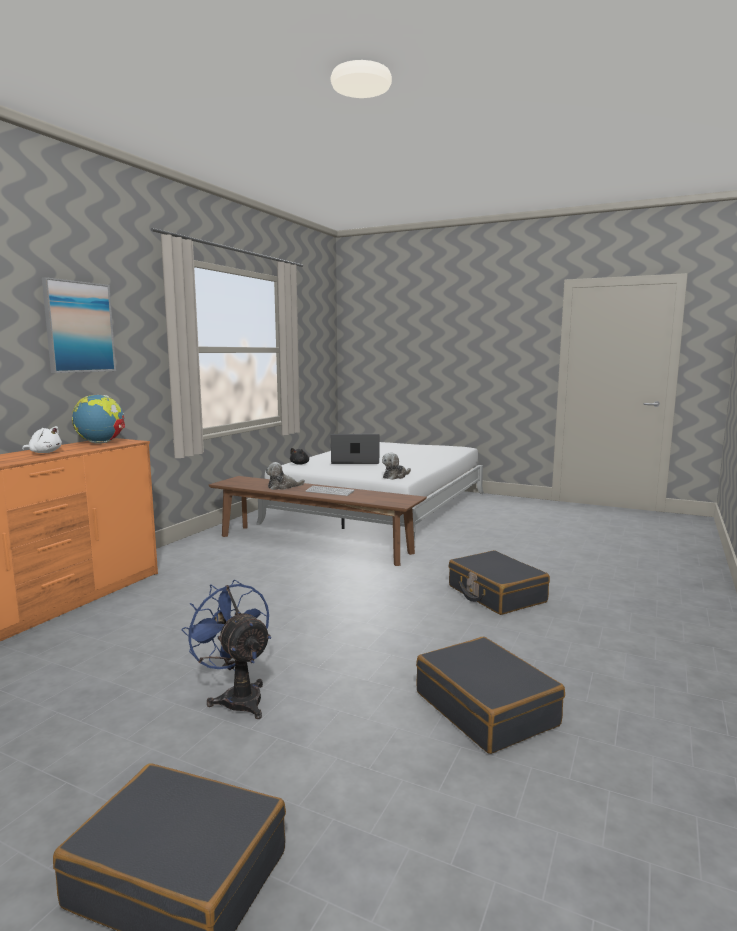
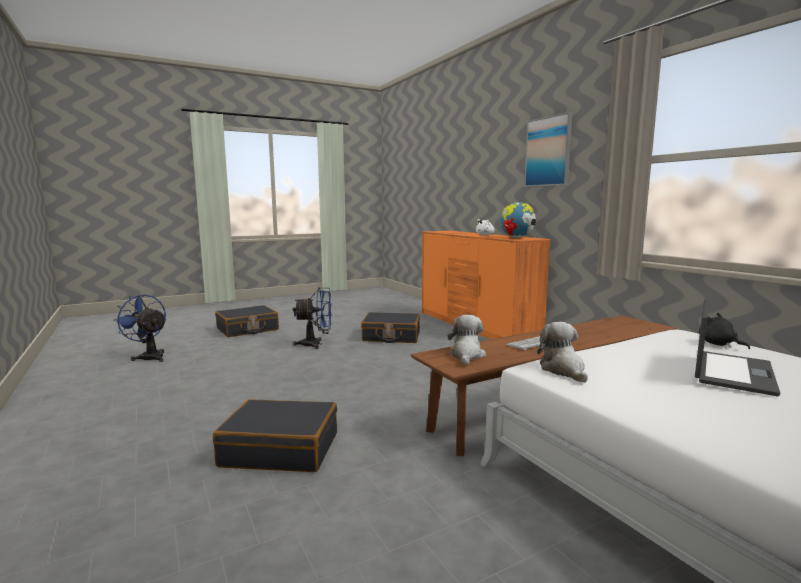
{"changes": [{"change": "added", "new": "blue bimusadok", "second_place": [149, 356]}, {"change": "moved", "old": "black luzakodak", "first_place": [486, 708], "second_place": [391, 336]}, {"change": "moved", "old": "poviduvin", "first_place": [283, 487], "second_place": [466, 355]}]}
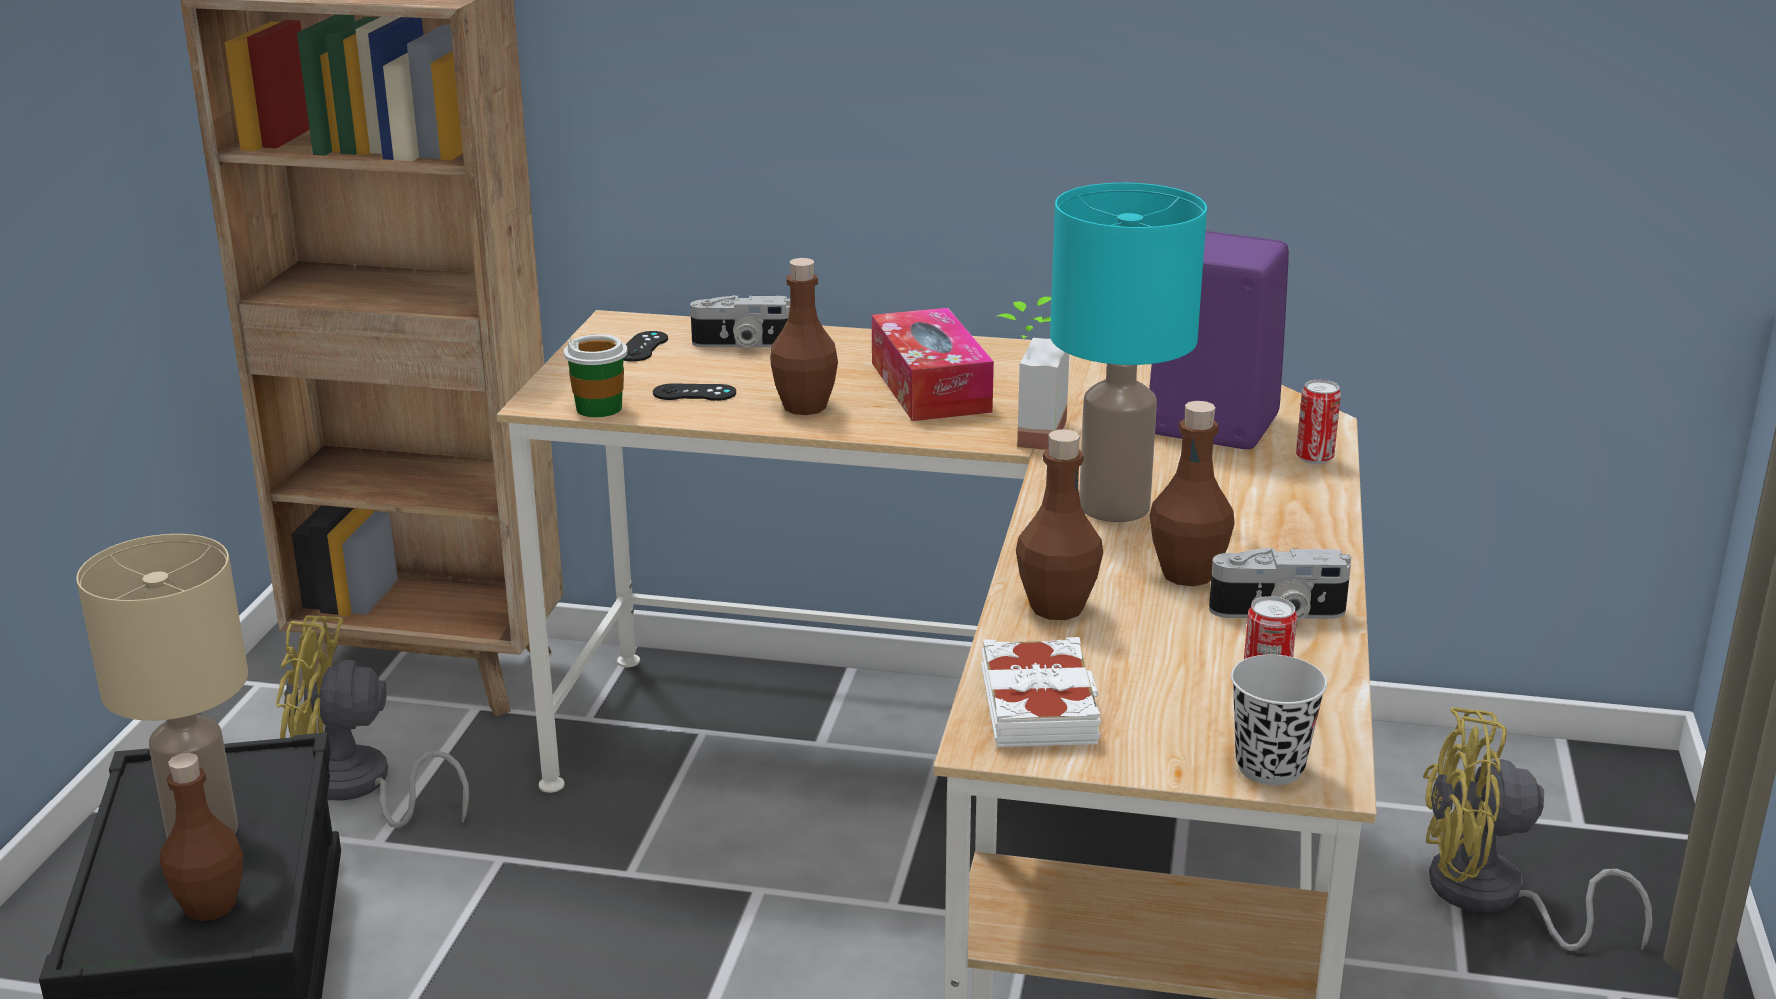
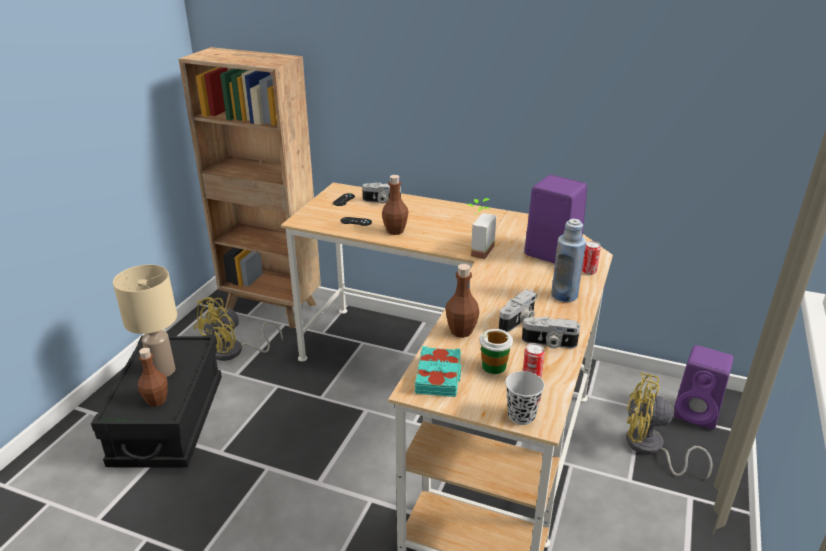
{"changes": [{"change": "turned", "old": "yellow bimusadok", "first_place": [357, 788], "second_place": [234, 352], "degrees": -60}, {"change": "recoloured", "old": "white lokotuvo", "new": "turquoise lokotuvo", "first_place": [1040, 706], "second_place": [439, 376]}, {"change": "moved", "old": "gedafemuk", "first_place": [599, 408], "second_place": [494, 366]}, {"change": "replaced", "old": "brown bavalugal", "new": "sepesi", "first_place": [1187, 574], "second_place": [518, 321]}, {"change": "added", "new": "blue bavalugal", "second_place": [564, 295]}, {"change": "added", "new": "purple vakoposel", "second_place": [697, 413]}, {"change": "removed", "old": "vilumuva", "first_place": [930, 387]}, {"change": "removed", "old": "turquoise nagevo", "first_place": [1114, 508]}]}
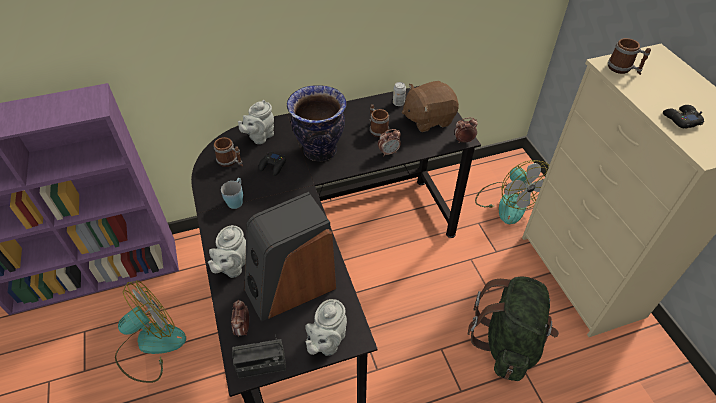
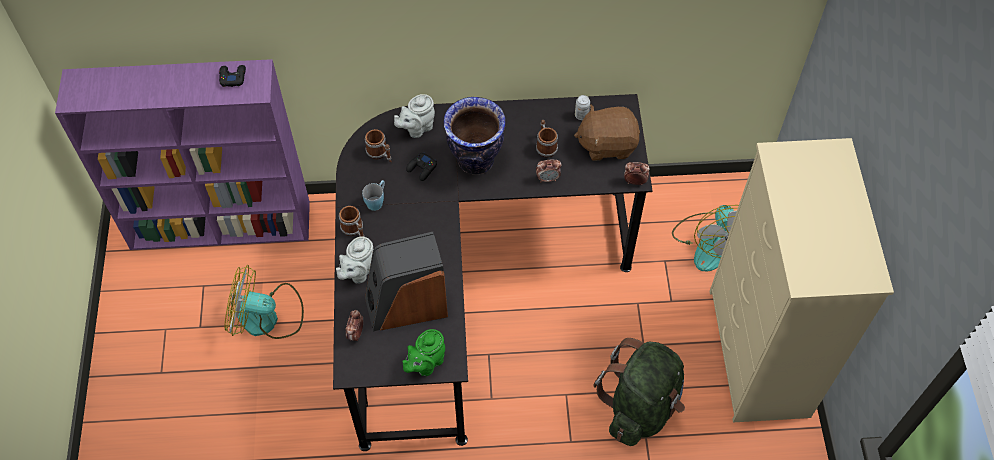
{"changes": [{"change": "moved", "old": "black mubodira", "first_place": [681, 119], "second_place": [232, 77]}, {"change": "turned", "old": "bimusadok", "first_place": [150, 345], "second_place": [267, 317], "degrees": -150}, {"change": "moved", "old": "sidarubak", "first_place": [623, 69], "second_place": [354, 230]}, {"change": "recoloured", "old": "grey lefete", "new": "green lefete", "first_place": [327, 341], "second_place": [426, 363]}, {"change": "removed", "old": "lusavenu", "first_place": [262, 366]}]}
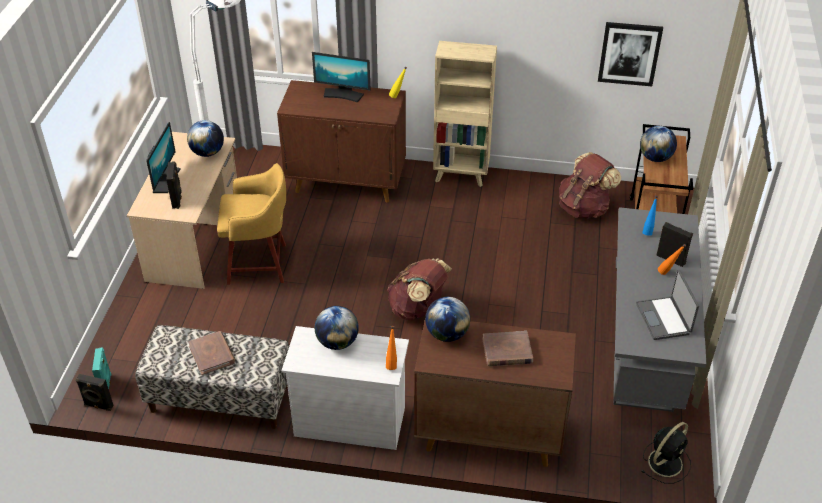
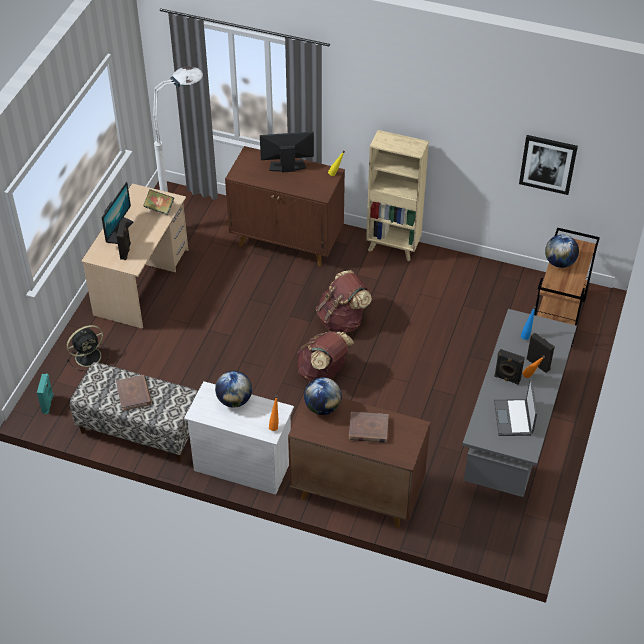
{"changes": [{"change": "moved", "old": "black bimusadok", "first_place": [666, 462], "second_place": [89, 356]}, {"change": "replaced", "old": "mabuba", "new": "lokotuvo", "first_place": [207, 153], "second_place": [159, 208]}, {"change": "turned", "old": "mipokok", "first_place": [343, 94], "second_place": [287, 167], "degrees": 150}, {"change": "moved", "old": "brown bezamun", "first_place": [584, 208], "second_place": [342, 320]}, {"change": "moved", "old": "black vakoposel", "first_place": [98, 406], "second_place": [507, 379]}, {"change": "removed", "old": "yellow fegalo", "first_place": [259, 264]}]}
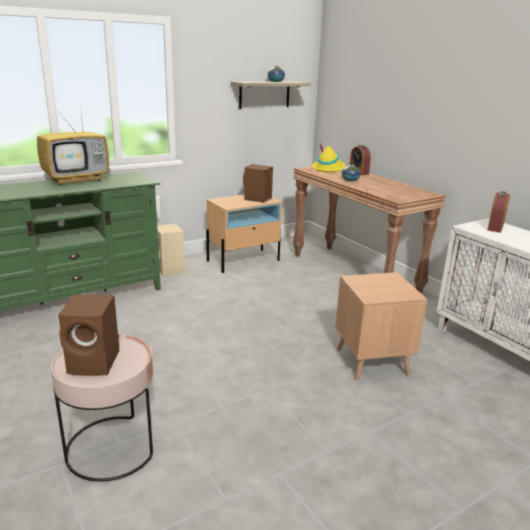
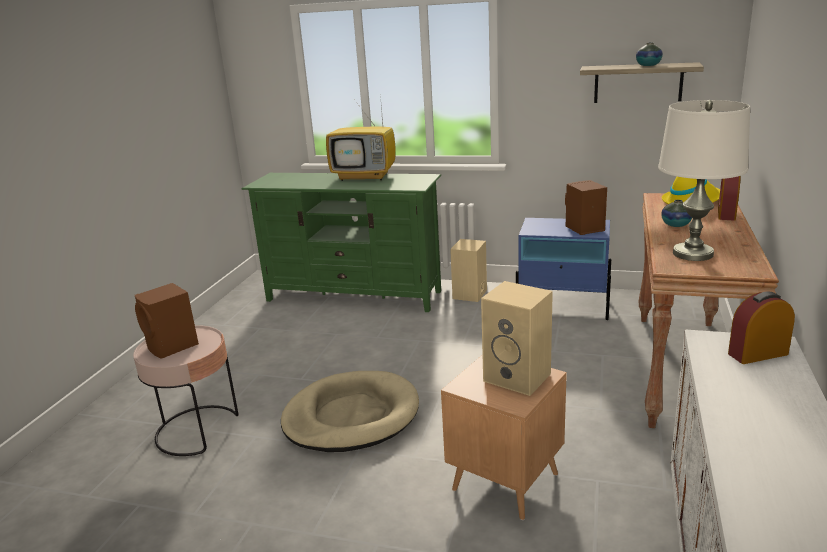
{"changes": [{"change": "added", "new": "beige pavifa", "second_place": [351, 416]}, {"change": "added", "new": "beige vakoposel", "second_place": [519, 377]}, {"change": "recoloured", "old": "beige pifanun", "new": "blue pifanun", "first_place": [243, 260], "second_place": [563, 307]}, {"change": "added", "new": "white nagevo", "second_place": [692, 254]}]}
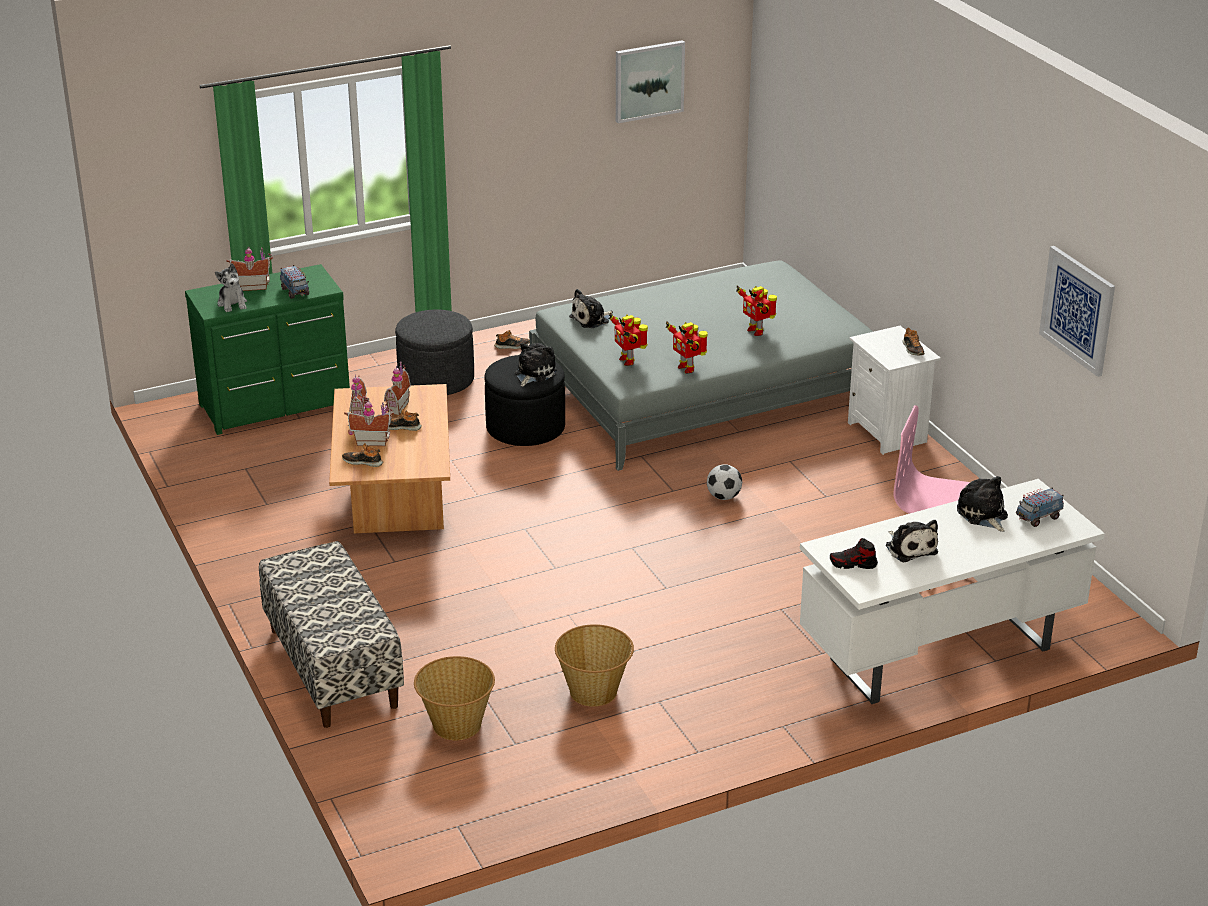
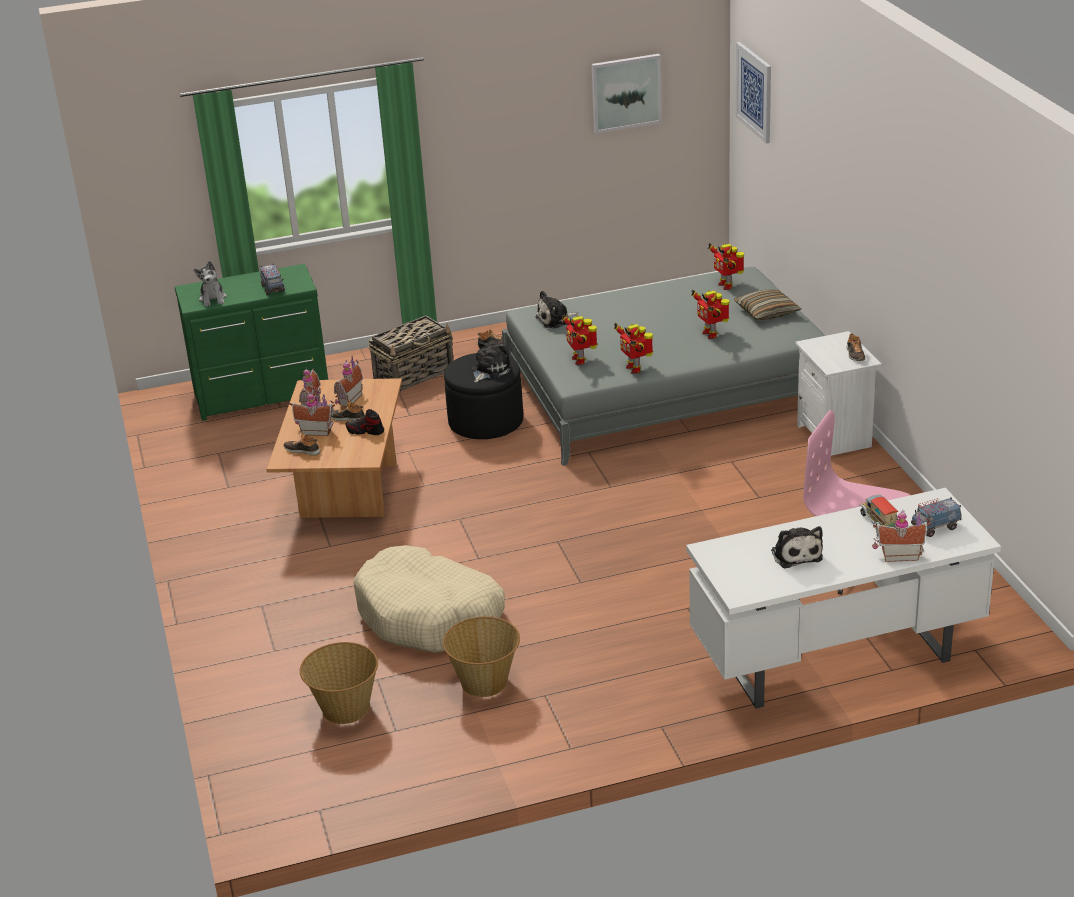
{"changes": [{"change": "moved", "old": "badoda", "first_place": [853, 564], "second_place": [365, 431]}, {"change": "added", "new": "beige pavifa", "second_place": [430, 616]}, {"change": "replaced", "old": "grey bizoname", "new": "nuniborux", "first_place": [436, 380], "second_place": [415, 374]}, {"change": "added", "new": "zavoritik", "second_place": [726, 285]}, {"change": "added", "new": "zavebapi", "second_place": [766, 312]}, {"change": "moved", "old": "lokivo", "first_place": [1077, 310], "second_place": [754, 92]}, {"change": "replaced", "old": "poviduvin", "new": "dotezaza", "first_place": [983, 515], "second_place": [879, 522]}, {"change": "moved", "old": "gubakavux", "first_place": [252, 286], "second_place": [899, 555]}, {"change": "removed", "old": "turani", "first_place": [332, 667]}, {"change": "removed", "old": "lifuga", "first_place": [723, 497]}]}
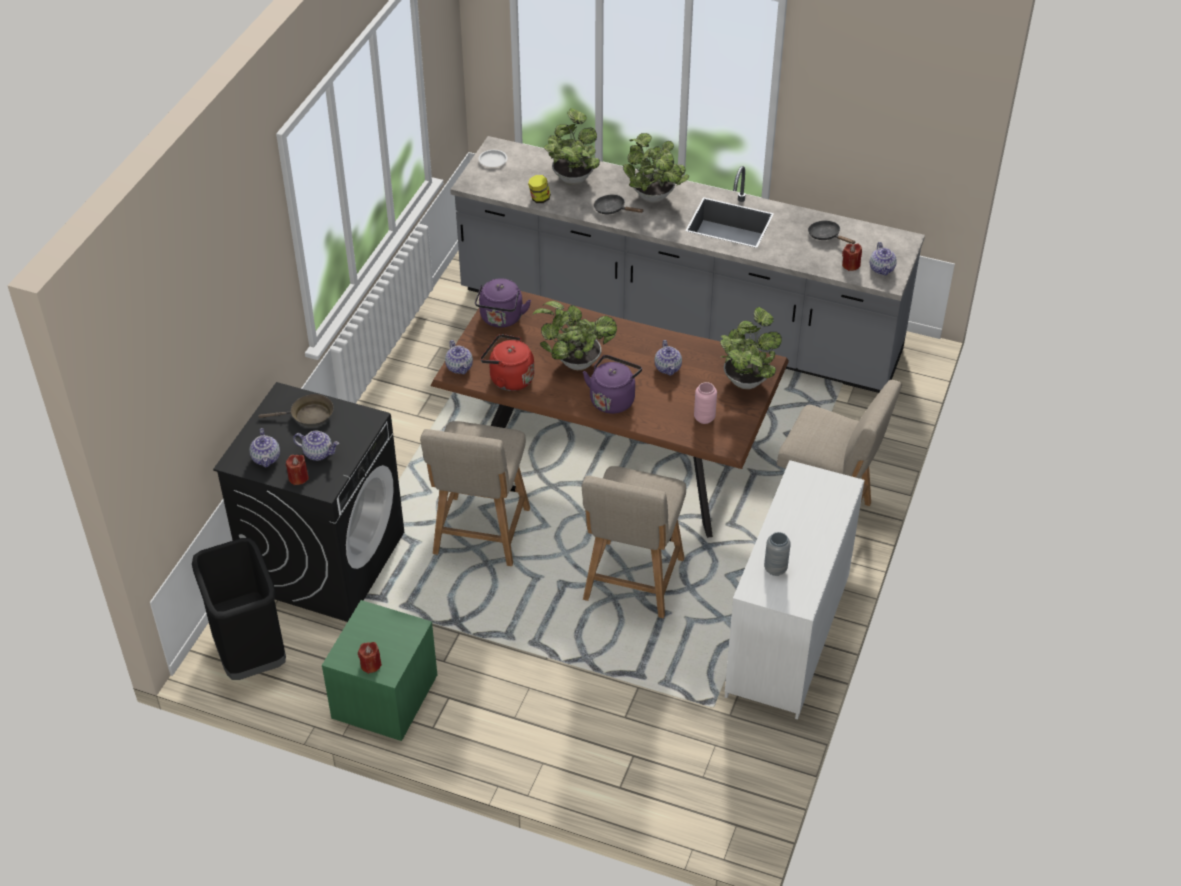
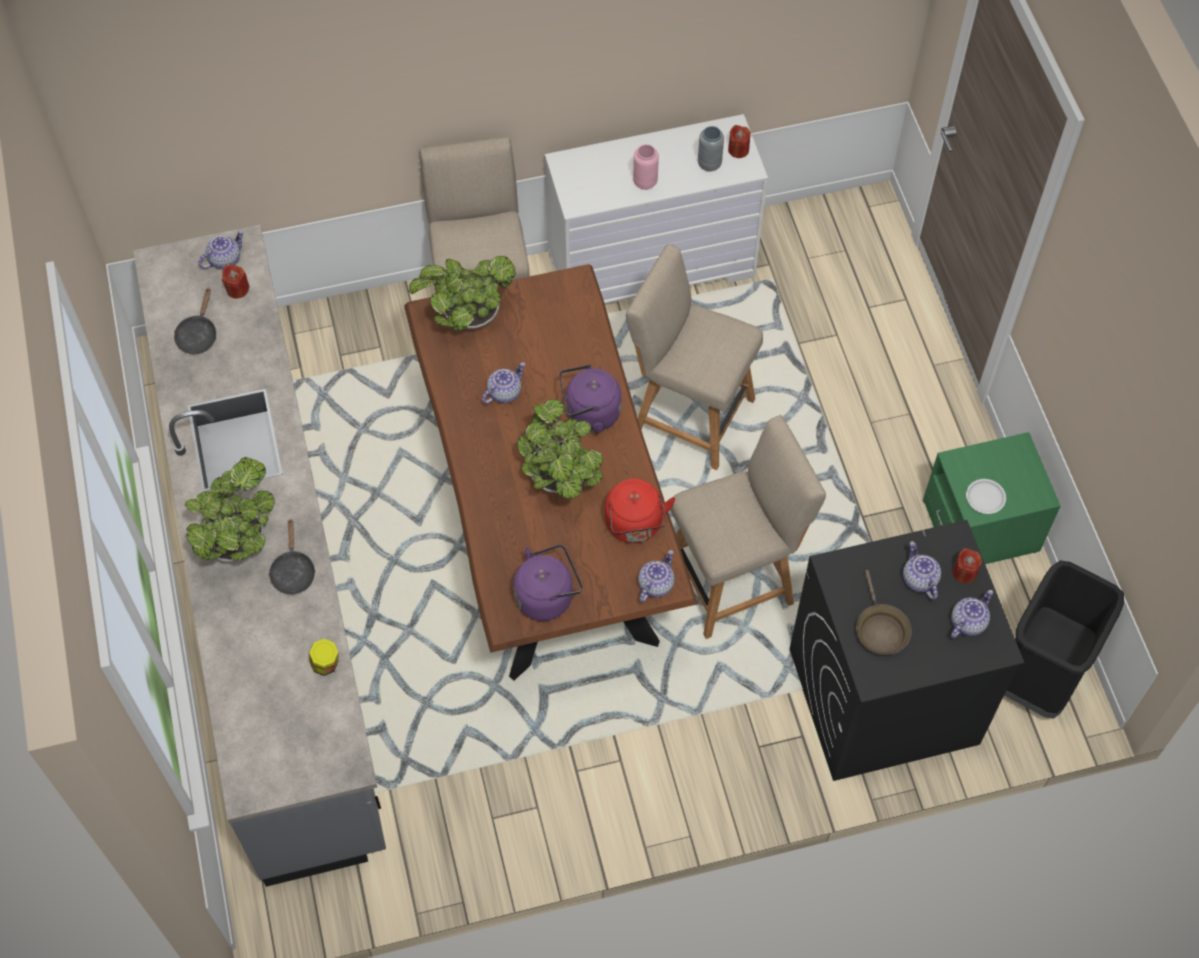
{"changes": [{"change": "turned", "old": "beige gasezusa", "first_place": [632, 583], "second_place": [688, 414], "degrees": -135}, {"change": "moved", "old": "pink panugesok", "first_place": [704, 418], "second_place": [645, 182]}, {"change": "moved", "old": "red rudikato", "first_place": [370, 665], "second_place": [738, 150]}, {"change": "turned", "old": "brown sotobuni", "first_place": [308, 416], "second_place": [880, 629], "degrees": -150}, {"change": "moved", "old": "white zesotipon", "first_place": [492, 160], "second_place": [985, 498]}, {"change": "removed", "old": "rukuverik", "first_place": [573, 176]}]}
